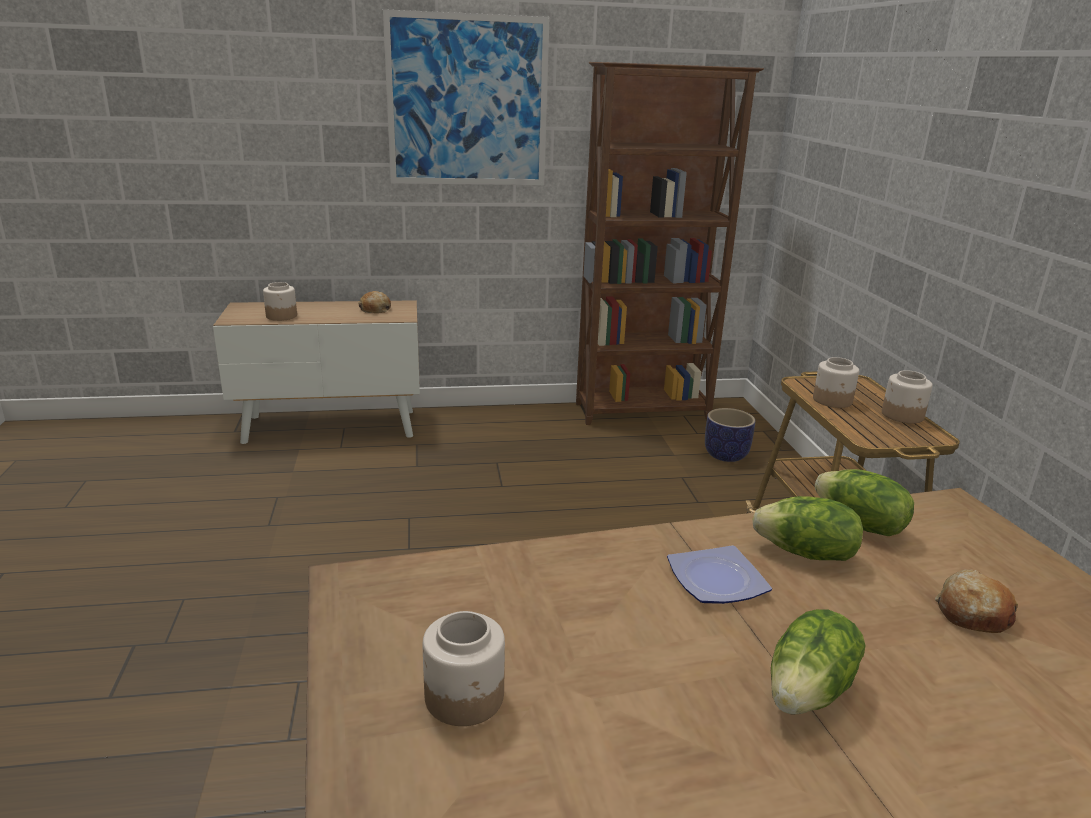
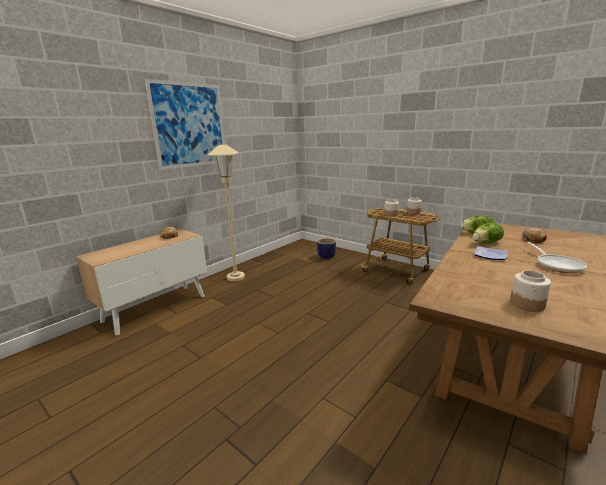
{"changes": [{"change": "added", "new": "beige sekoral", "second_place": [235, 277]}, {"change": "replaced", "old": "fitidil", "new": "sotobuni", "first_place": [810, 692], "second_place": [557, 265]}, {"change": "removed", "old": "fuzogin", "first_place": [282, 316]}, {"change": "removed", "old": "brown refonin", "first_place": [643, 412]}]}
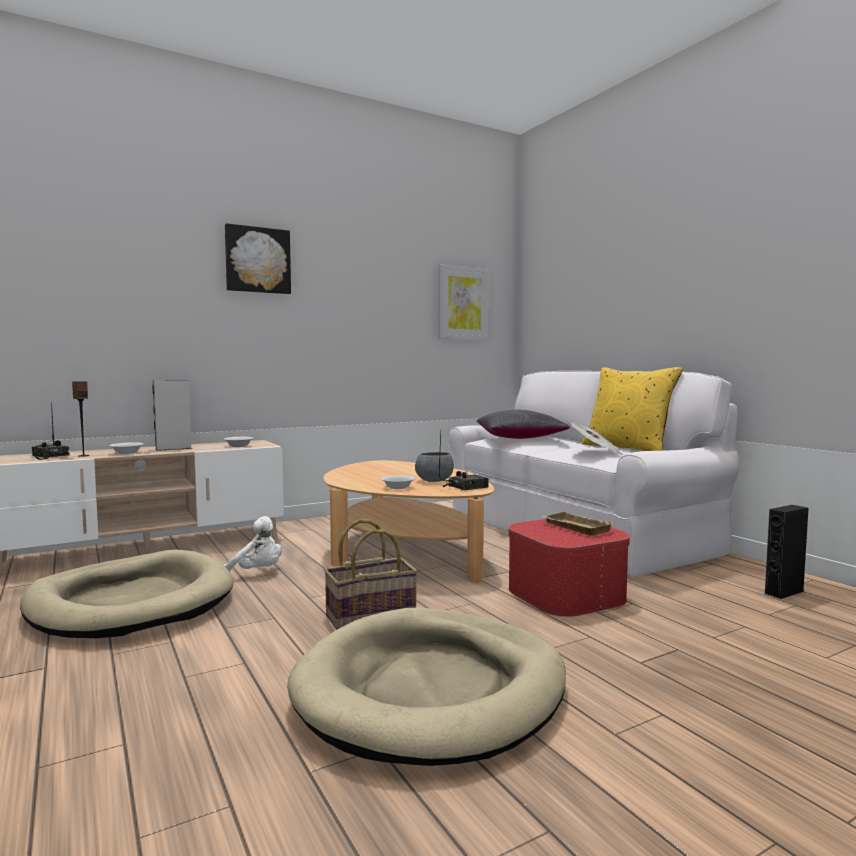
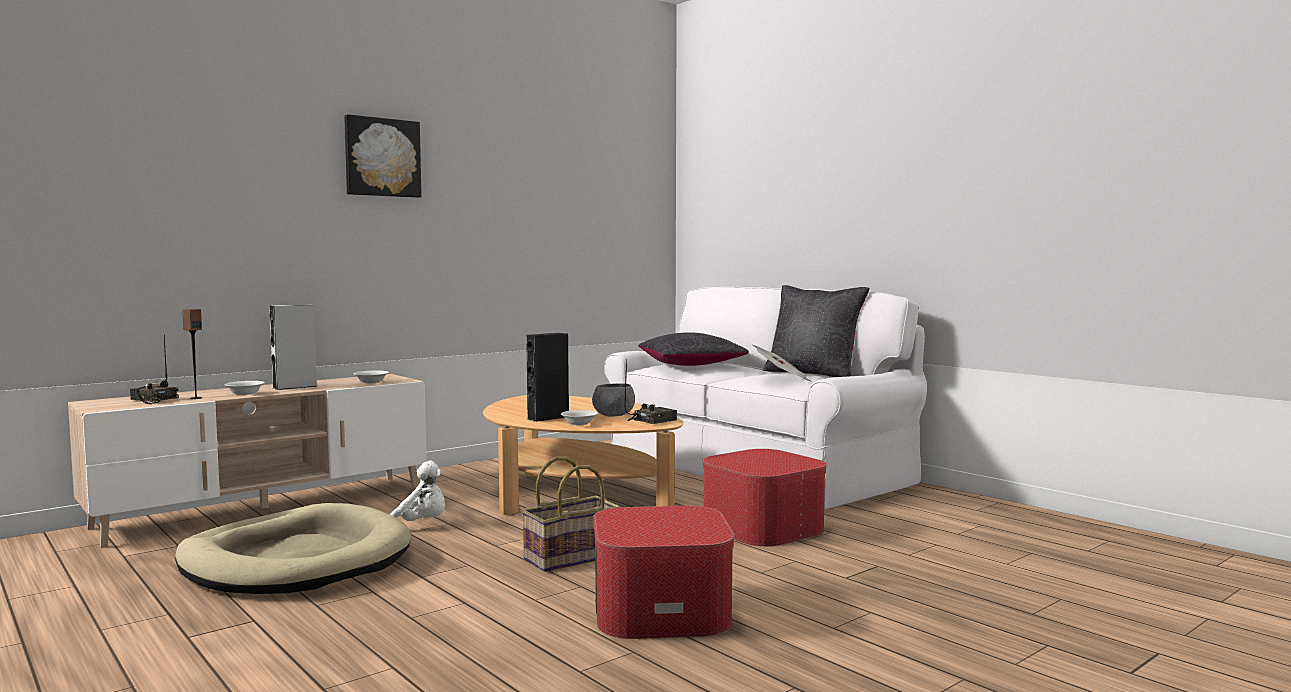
{"changes": [{"change": "moved", "old": "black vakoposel", "first_place": [784, 592], "second_place": [548, 418]}, {"change": "replaced", "old": "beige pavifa", "new": "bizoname", "first_place": [432, 690], "second_place": [661, 610]}, {"change": "recoloured", "old": "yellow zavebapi", "new": "black zavebapi", "first_place": [628, 448], "second_place": [813, 374]}, {"change": "removed", "old": "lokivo", "first_place": [463, 303]}, {"change": "removed", "old": "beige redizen", "first_place": [574, 528]}]}
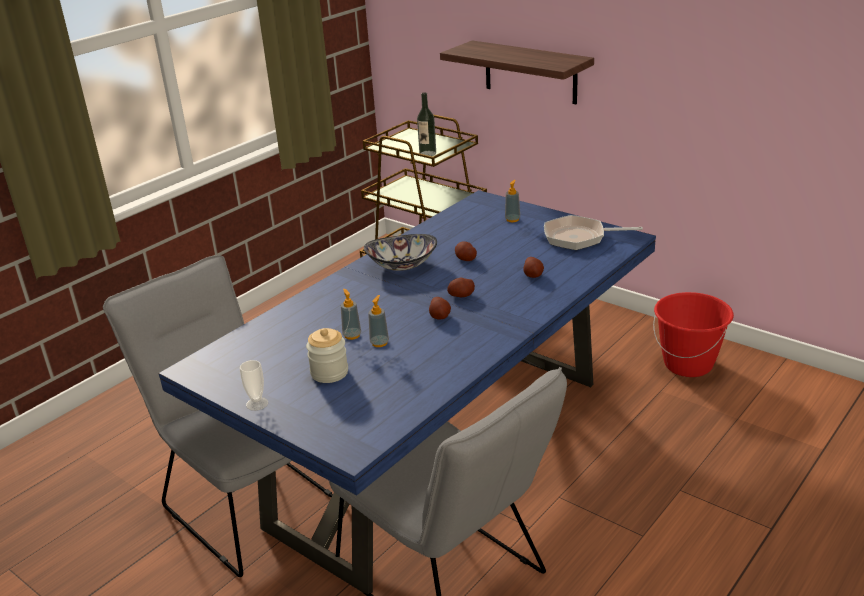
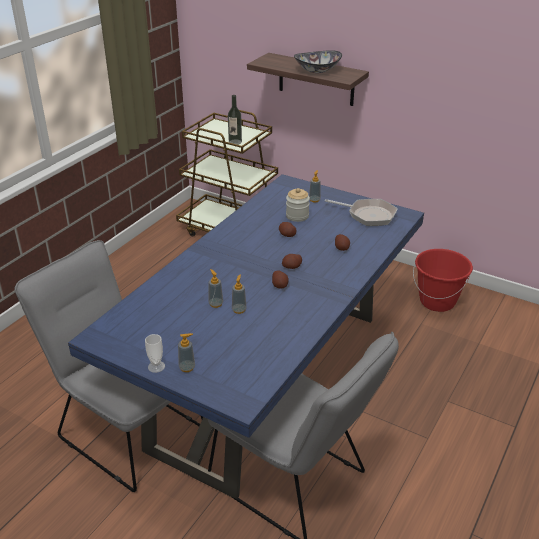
{"changes": [{"change": "added", "new": "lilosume", "second_place": [187, 367]}, {"change": "moved", "old": "fuzogin", "first_place": [329, 373], "second_place": [297, 216]}, {"change": "moved", "old": "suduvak", "first_place": [402, 265], "second_place": [317, 70]}, {"change": "turned", "old": "sotobuni", "first_place": [579, 237], "second_place": [368, 215], "degrees": -150}]}
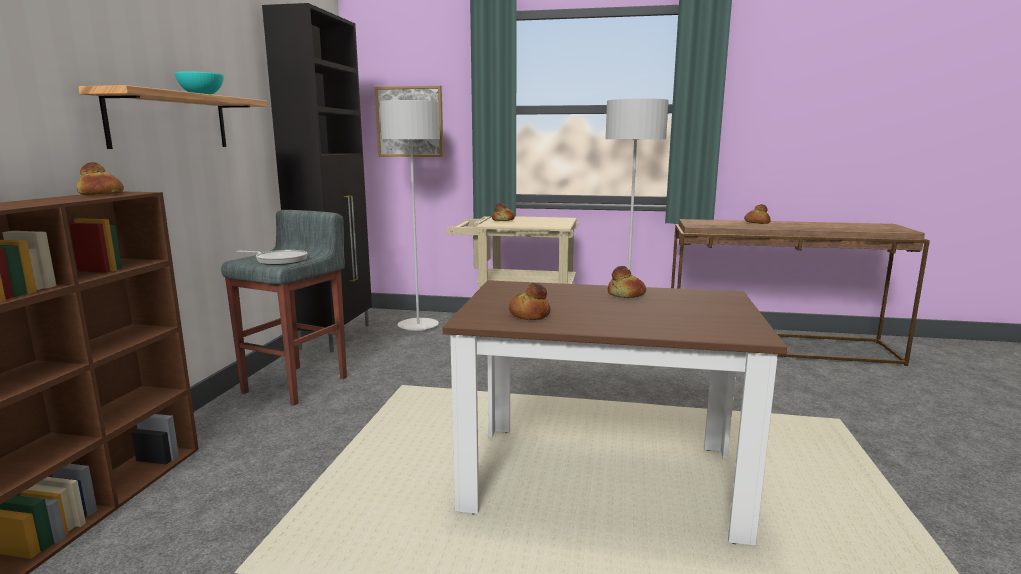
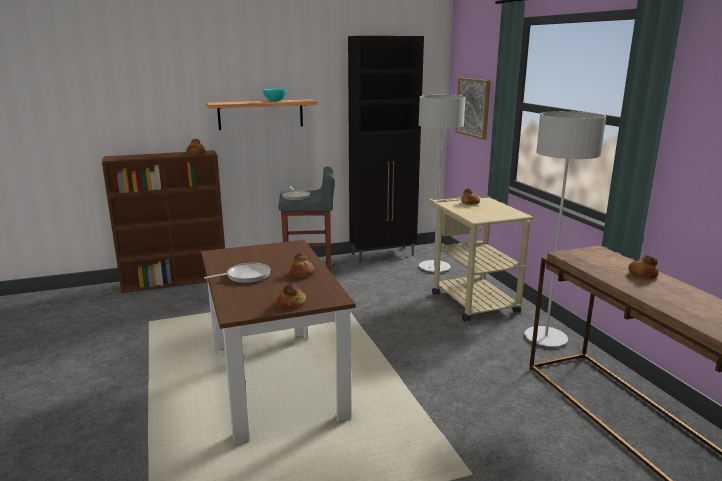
{"changes": [{"change": "added", "new": "sotobuni", "second_place": [245, 276]}, {"change": "moved", "old": "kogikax", "first_place": [530, 315], "second_place": [291, 303]}]}
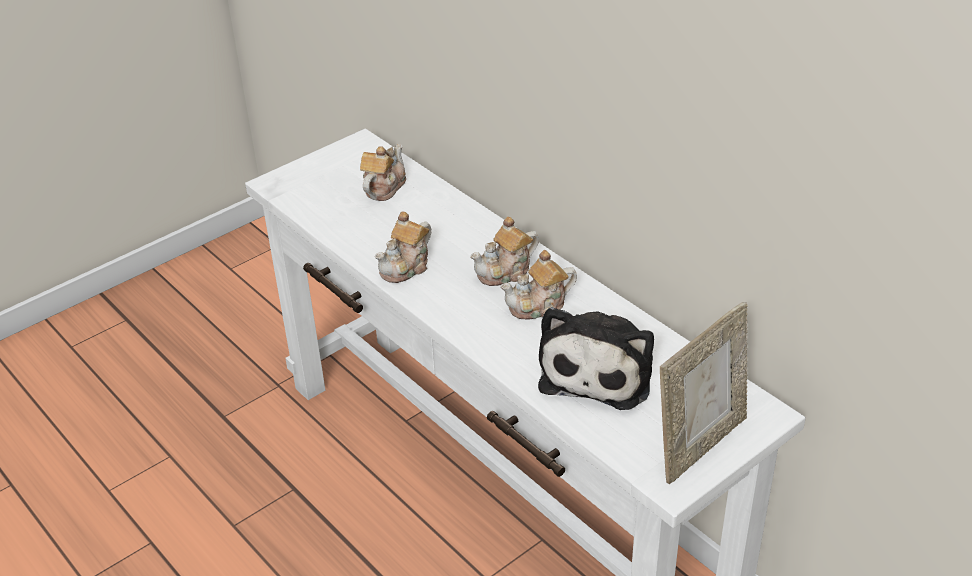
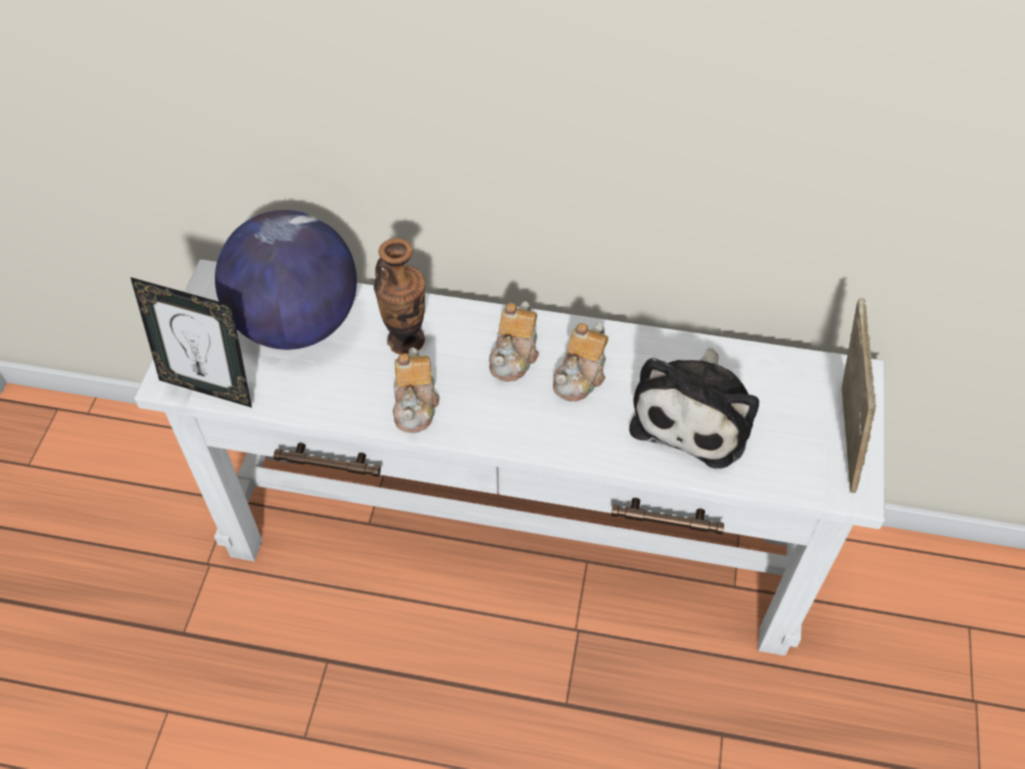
{"changes": [{"change": "added", "new": "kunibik", "second_place": [209, 387]}, {"change": "replaced", "old": "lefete", "new": "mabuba", "first_place": [383, 188], "second_place": [297, 323]}, {"change": "added", "new": "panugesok", "second_place": [406, 340]}, {"change": "turned", "old": "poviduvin", "first_place": [599, 370], "second_place": [695, 414], "degrees": 45}]}
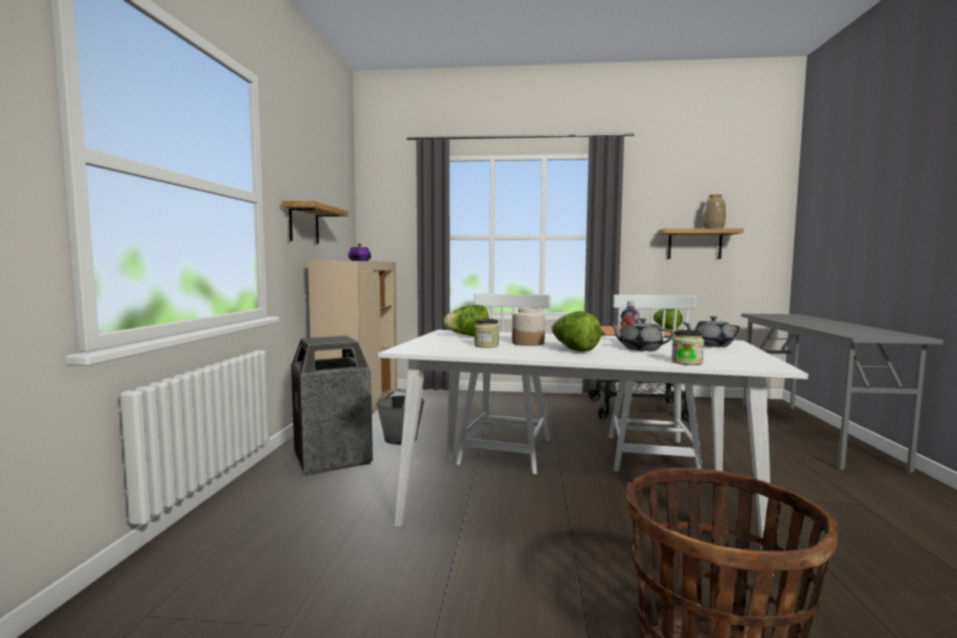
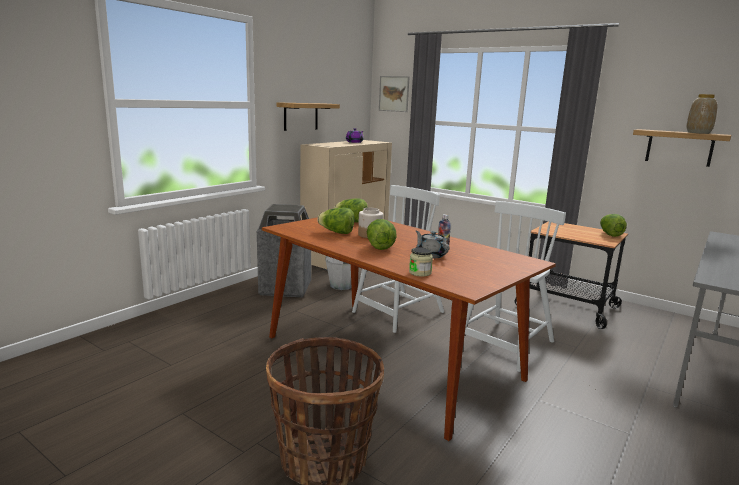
{"changes": [{"change": "recoloured", "old": "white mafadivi", "new": "brown mafadivi", "first_place": [571, 503], "second_place": [389, 357]}, {"change": "replaced", "old": "fuzogin", "new": "fitidil", "first_place": [486, 345], "second_place": [336, 232]}, {"change": "added", "new": "lokivo", "second_place": [394, 93]}, {"change": "removed", "old": "grey lefete", "first_place": [711, 345]}]}
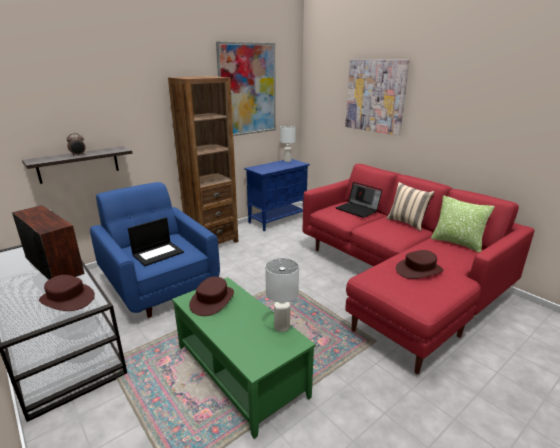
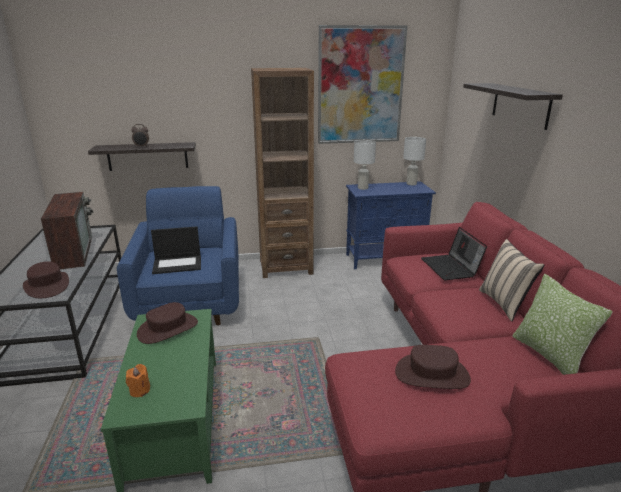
{"changes": [{"change": "added", "new": "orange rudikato", "second_place": [139, 390]}, {"change": "moved", "old": "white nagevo", "first_place": [282, 327], "second_place": [363, 188]}, {"change": "replaced", "old": "lokivo", "new": "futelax", "first_place": [375, 96], "second_place": [520, 105]}]}
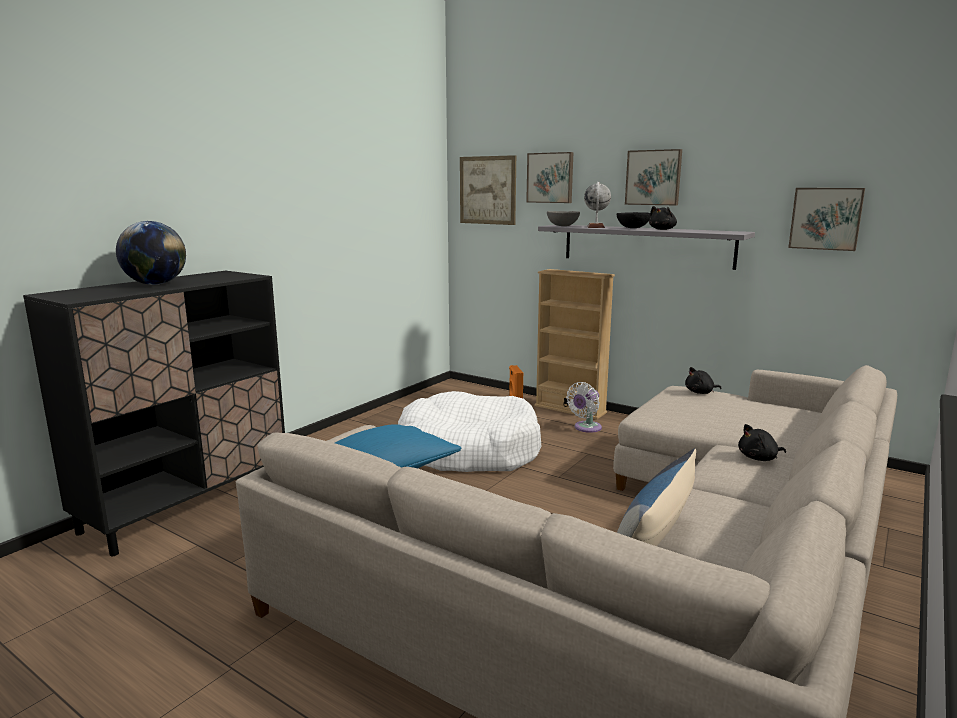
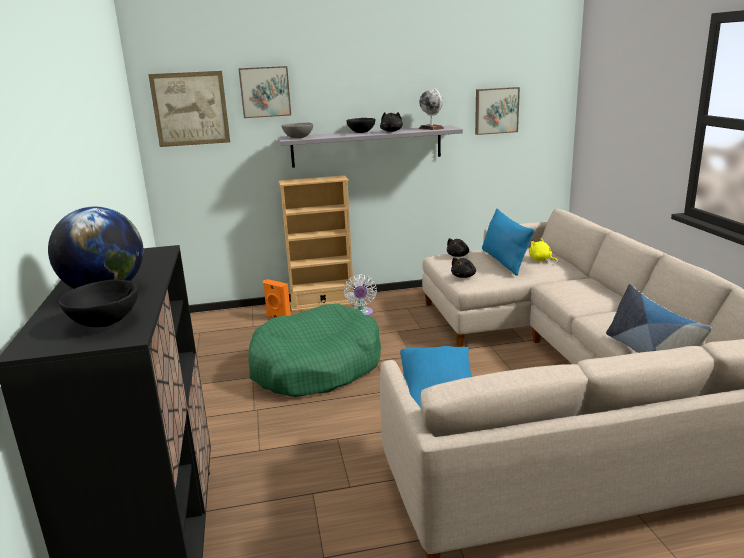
{"changes": [{"change": "added", "new": "black suduvak", "second_place": [106, 322]}, {"change": "recoloured", "old": "white pavifa", "new": "green pavifa", "first_place": [469, 450], "second_place": [316, 367]}, {"change": "moved", "old": "mabuba", "first_place": [596, 227], "second_place": [431, 128]}, {"change": "moved", "old": "black poviduvin", "first_place": [759, 458], "second_place": [464, 276]}, {"change": "added", "new": "blue zavebapi", "second_place": [504, 261]}, {"change": "added", "new": "yellow poviduvin", "second_place": [541, 260]}, {"change": "removed", "old": "lokivo", "first_place": [653, 177]}]}
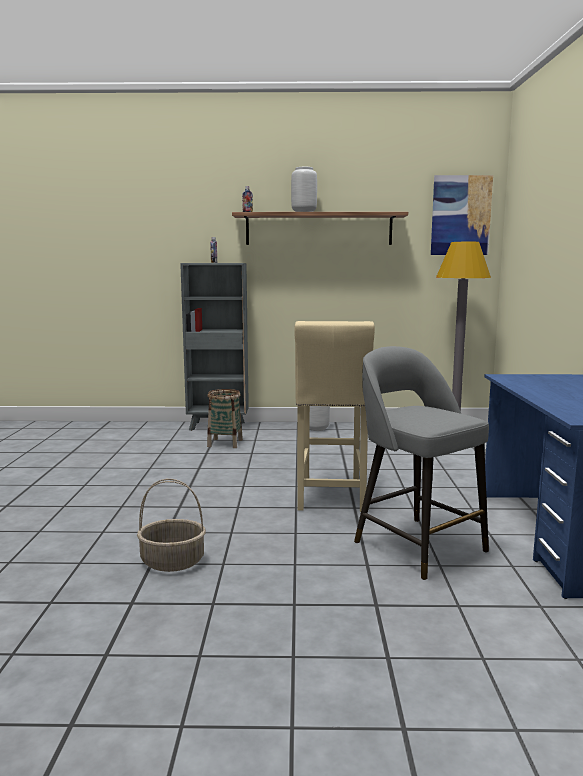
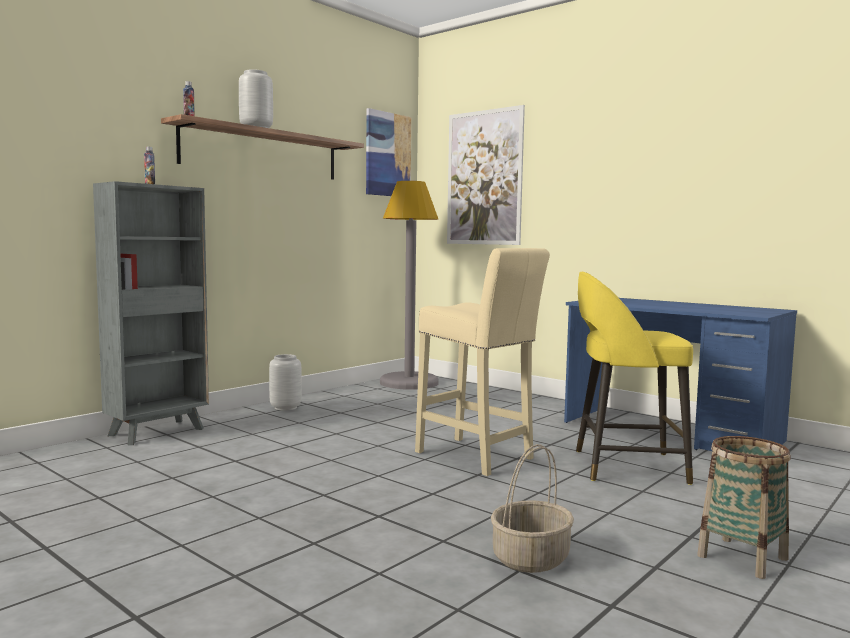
{"changes": [{"change": "added", "new": "lokivo", "second_place": [484, 178]}, {"change": "recoloured", "old": "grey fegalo", "new": "yellow fegalo", "first_place": [416, 545], "second_place": [625, 466]}, {"change": "moved", "old": "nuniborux", "first_place": [225, 443], "second_place": [742, 557]}]}
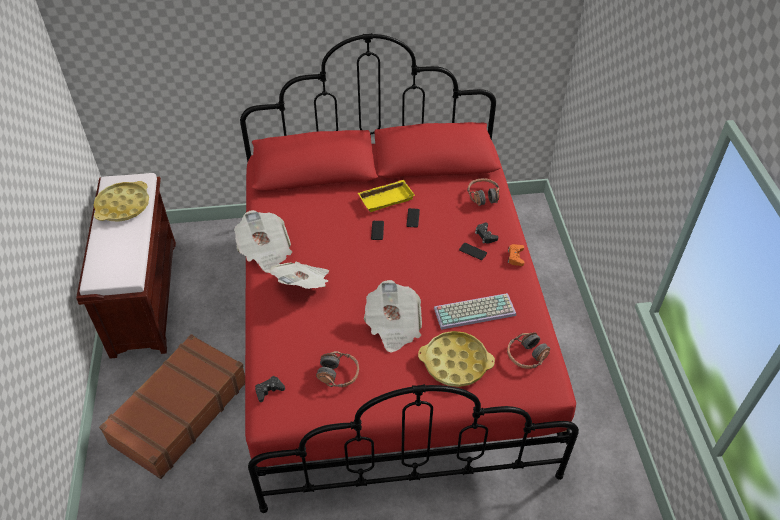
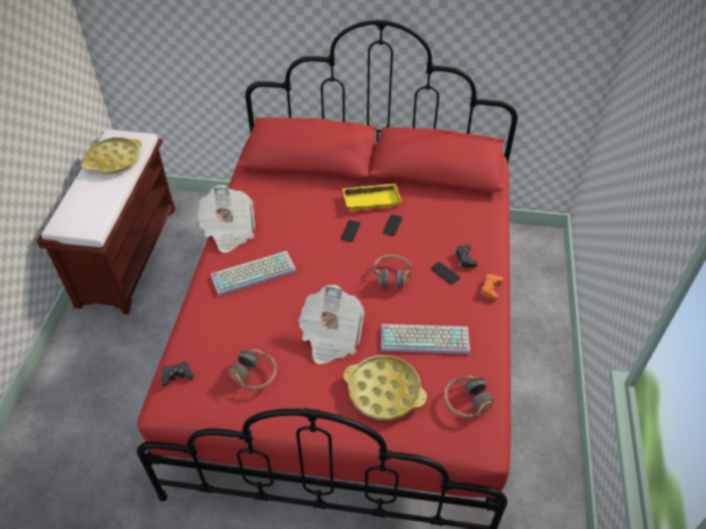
{"changes": [{"change": "replaced", "old": "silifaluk", "new": "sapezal", "first_place": [303, 284], "second_place": [254, 272]}, {"change": "moved", "old": "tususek", "first_place": [483, 196], "second_place": [391, 276]}, {"change": "removed", "old": "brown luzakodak", "first_place": [179, 412]}]}
